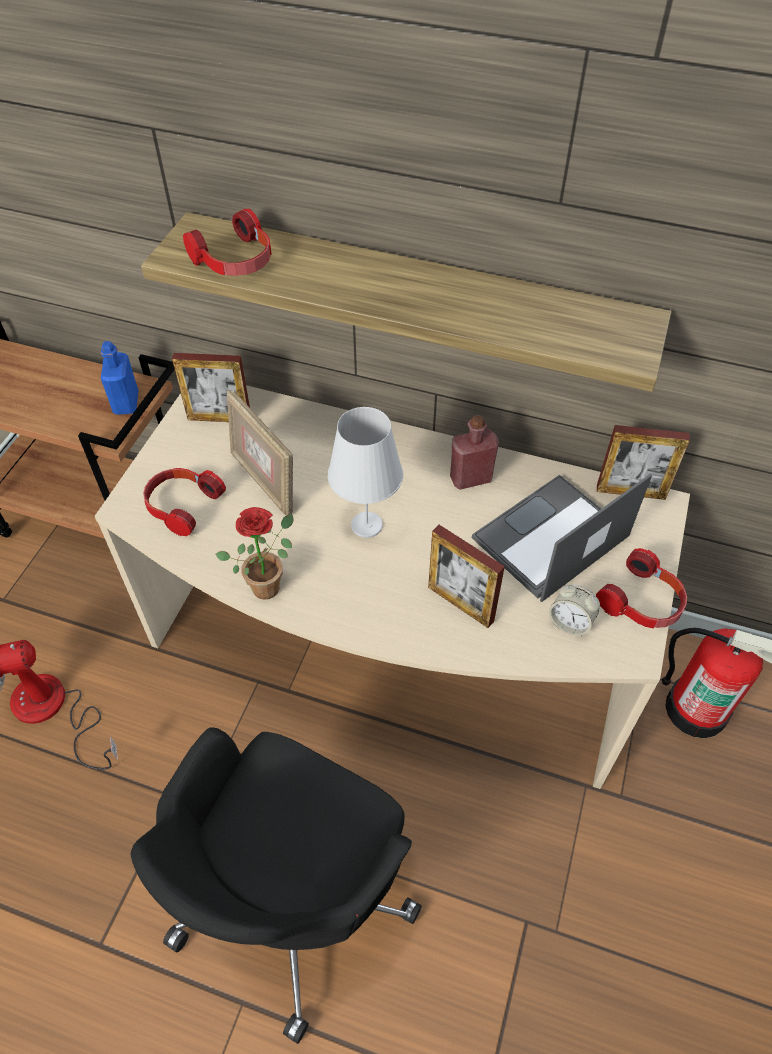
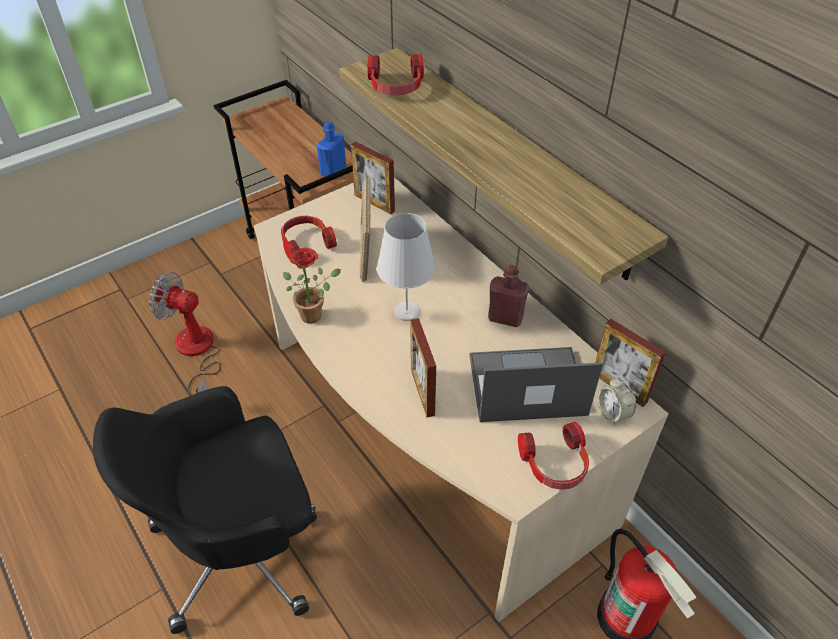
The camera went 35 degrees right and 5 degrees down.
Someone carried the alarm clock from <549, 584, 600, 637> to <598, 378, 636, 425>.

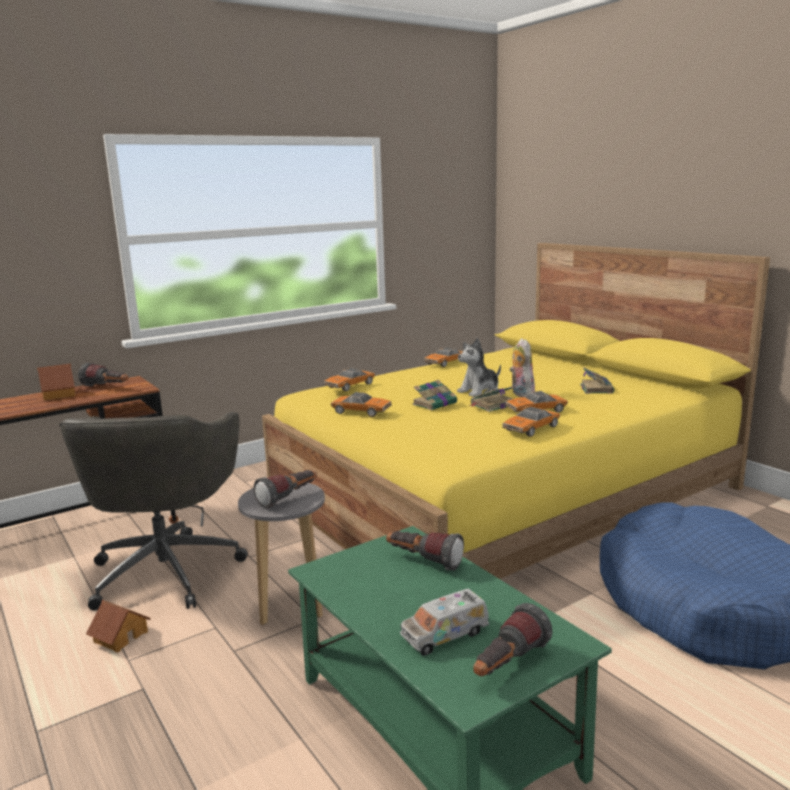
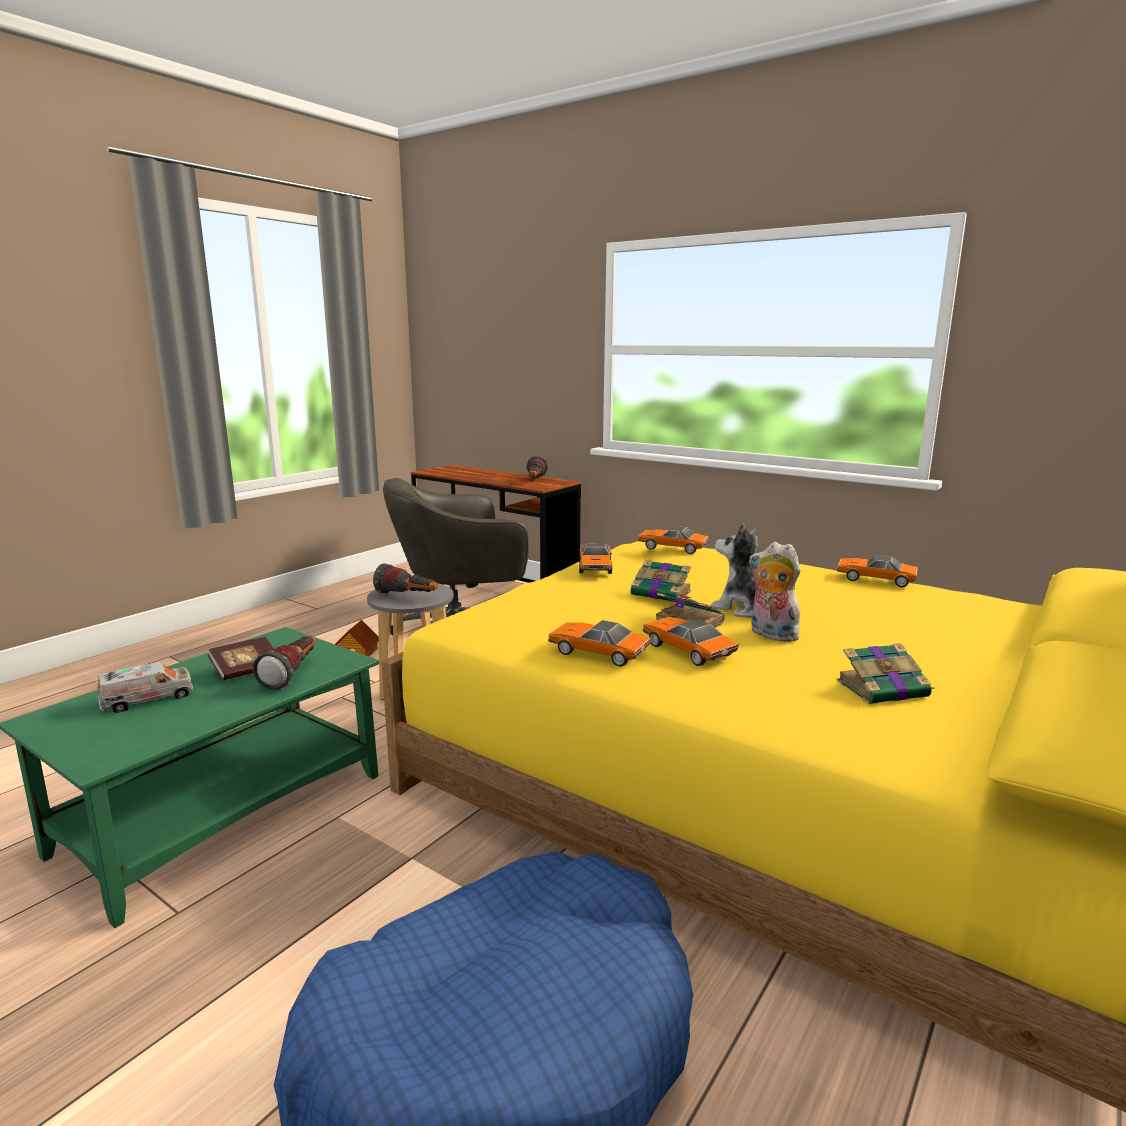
The camera went 70 degrees right and 0 degrees up.
Someone rotated the toy truck at <400, 589, 489, 656> by 105 degrees clockwise.
Someone put down the book at <208, 637, 274, 680>.
Someone rotated the plush toy at <510, 338, 535, 397> by 105 degrees counterclockwise.
Someone took away the toy house at <37, 363, 76, 400>.
Someone took away the flashlight at <474, 603, 553, 677>.

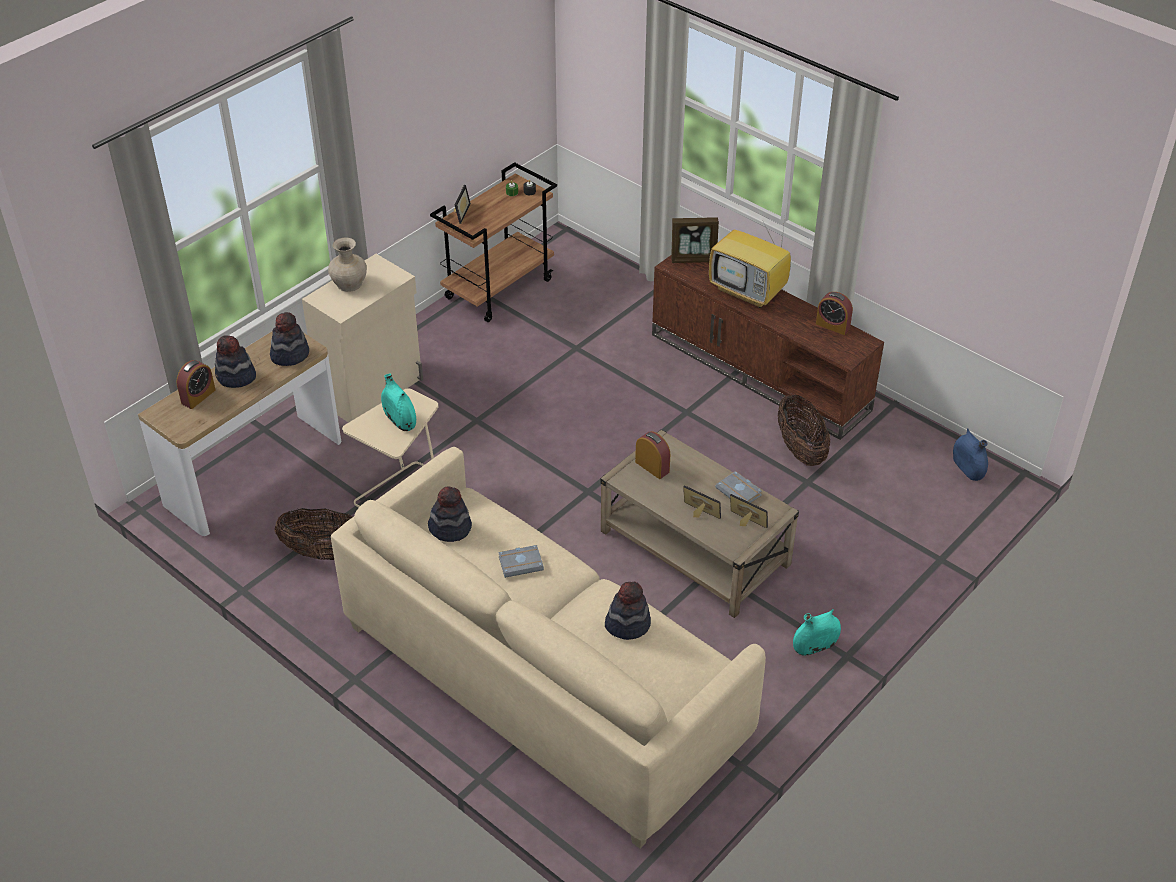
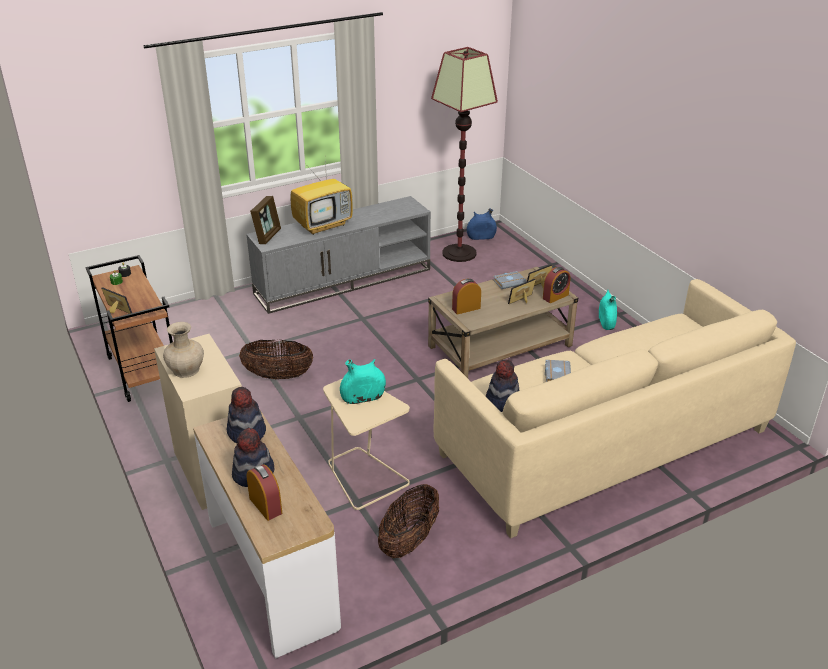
The camera went 70 degrees left and 10 degrees down.
Someone carried the basket from <777, 395, 830, 466> to <239, 339, 313, 379>.
Someone repainted the tv stand (brown) at <652, 255, 884, 440>, which became the tv stand (grey) at <246, 196, 431, 314>.
Someone put down the floor lamp at <431, 47, 498, 262>.
Someone carried the alarm clock from <816, 292, 853, 335> to <543, 267, 570, 303>.
Someone took away the hat at <605, 582, 651, 640>.

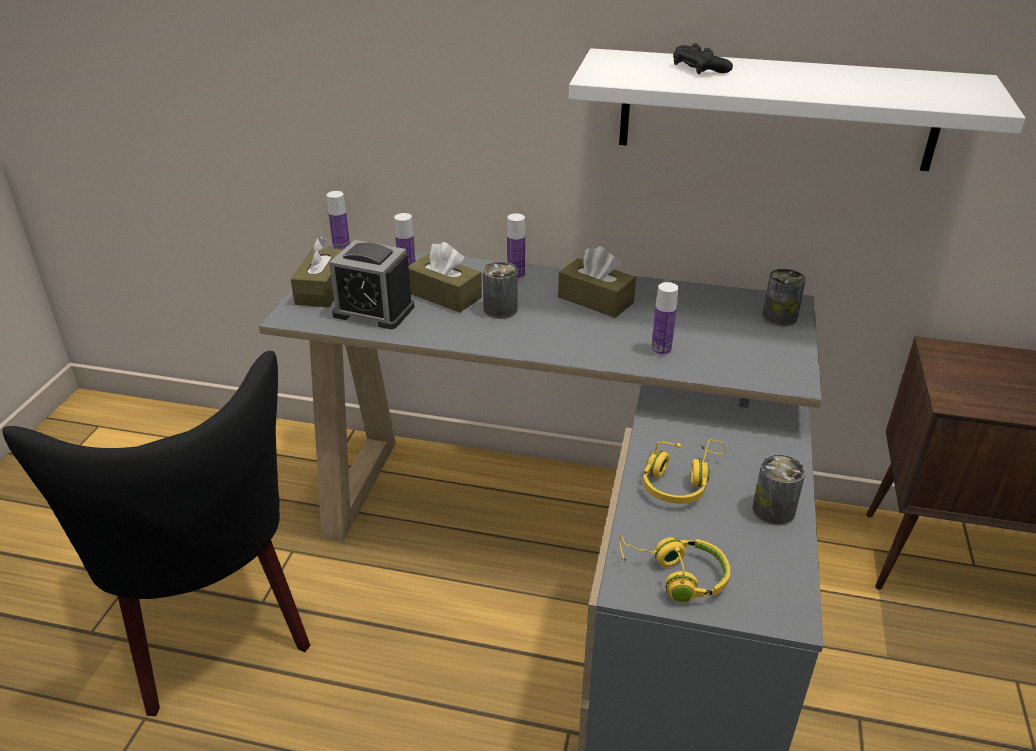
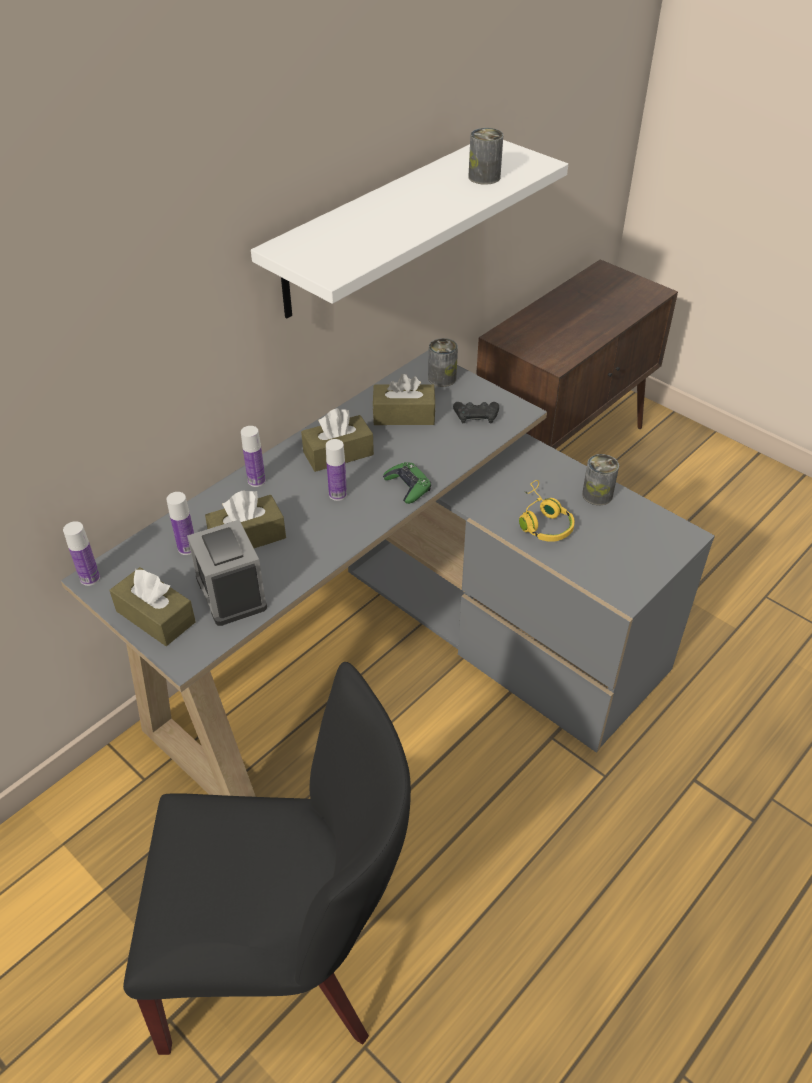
The camera went 60 degrees left and 10 degrees up.
Someone rotated the alarm clock at <329, 240, 415, 329> by 105 degrees clockwise.
Someone carried the bottle from <651, 282, 678, 356> to <326, 439, 347, 501>.
Someone put down the tissue box (brown) at <373, 374, 436, 425>.
Someone put down the game controller (green) at <383, 462, 431, 504>.
Someone carried the game controller (black) from <673, 43, 733, 74> to <453, 402, 499, 424>.
Someone carried the can from <483, 262, 518, 319> to <468, 128, 503, 185>.
Someone took away the headphones (yellow) at <619, 535, 730, 603>.

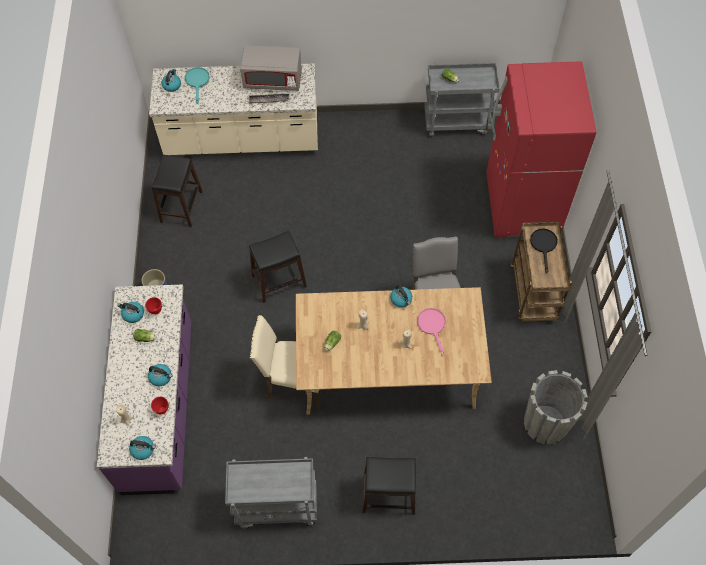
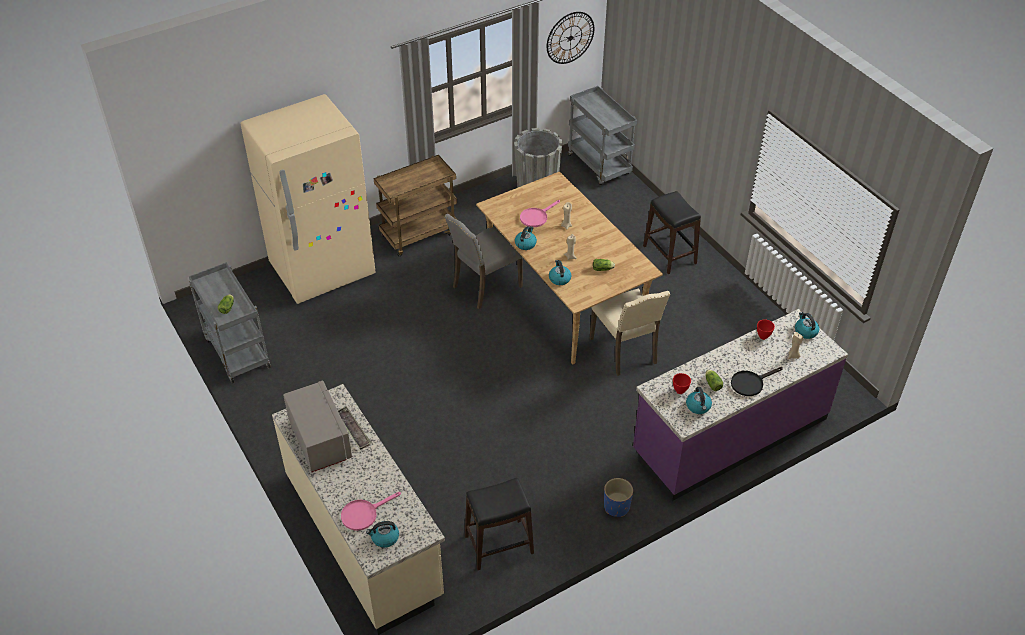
The camera went 120 degrees left and 15 degrees down.
Someone repainted the fridge (red) at <486, 61, 596, 237>, which became the fridge (beige) at <241, 94, 376, 304>.
Someone repainted the frying pan (turquoise) at <185, 67, 210, 104>, which became the frying pan (pink) at <341, 492, 401, 531>.
Someone put up the wall clock at <547, 12, 594, 64>.
Someone carried the kettle from <148, 364, 172, 386> to <549, 260, 571, 285>.
Someone carried the cart (grey) from <225, 457, 317, 529> to <568, 86, 637, 185>.
Someone carried the frying pan (black) from <530, 228, 558, 273> to <731, 367, 783, 396>.
Someone took away the stool (black) at <249, 231, 307, 303>.

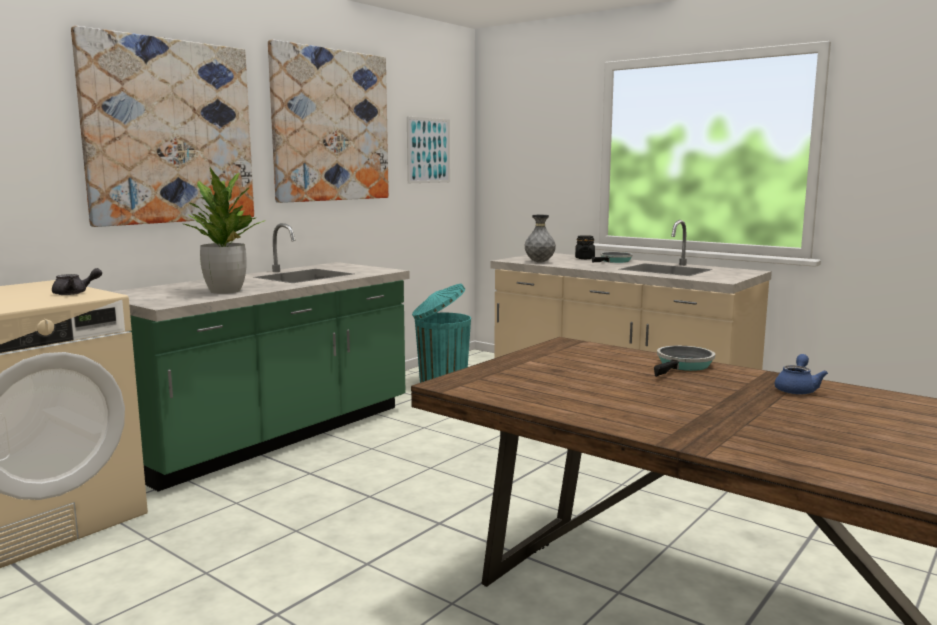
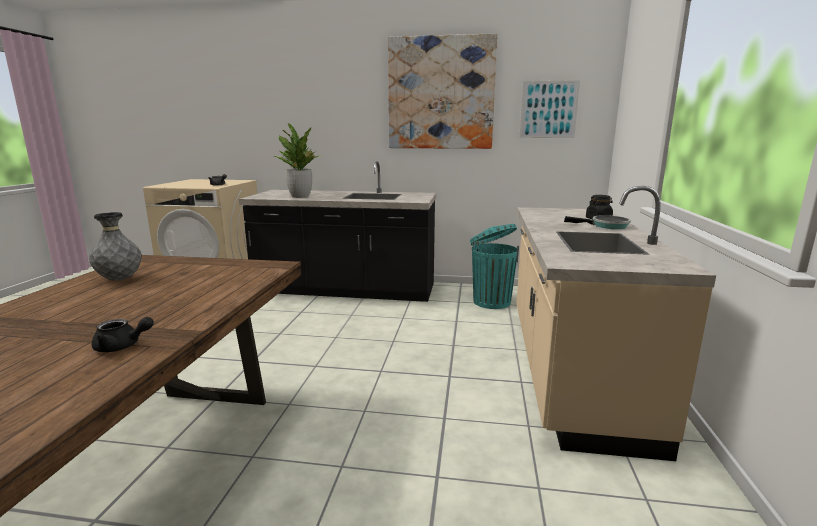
The camera went 60 degrees right and 5 degrees up.
Someone carried the vase (grey) from <525, 215, 556, 263> to <89, 212, 142, 281>.
Someone repainted the teapot (blue) at <775, 354, 828, 395>, which became the teapot (black) at <92, 317, 154, 352>.
Someone repainted the counter (green) at <112, 223, 409, 492>, which became the counter (black) at <239, 161, 436, 302>.
Someone took away the picture at <71, 26, 254, 227>.
Someone took away the frying pan at <654, 346, 715, 377>.

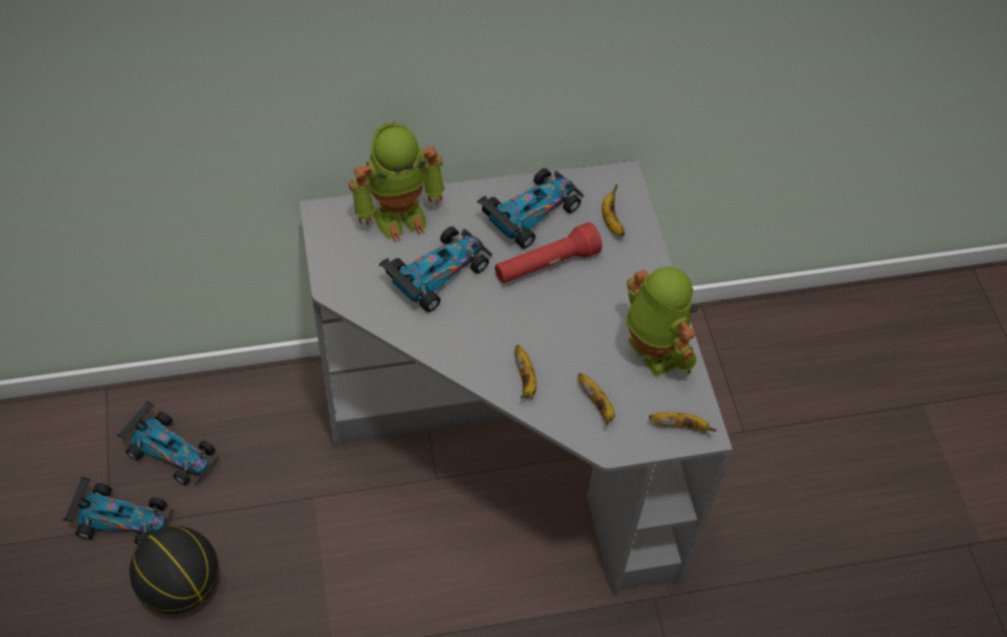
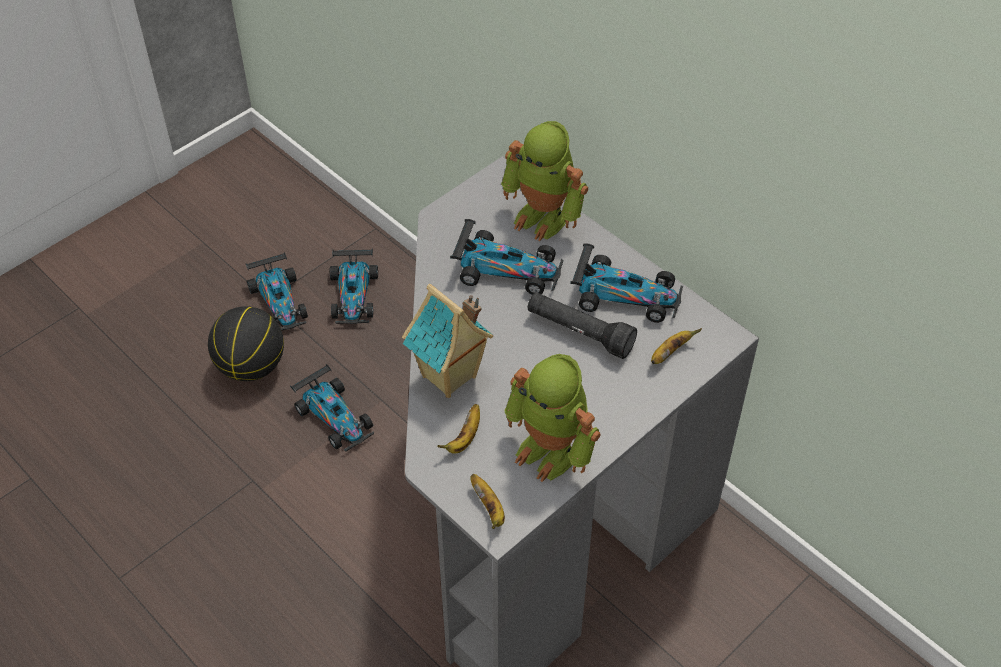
The camera went 60 degrees right and 5 degrees down.
Someone put down the toy car at <290, 364, 375, 451>.
Someone swapped the banana at <515, 345, 537, 399> for the toy house at <402, 284, 493, 398>.
Someone rotated the toy robot at <626, 267, 698, 377> by 105 degrees clockwise.
Someone repainted the flashlight (red) at <495, 222, 602, 283>, which became the flashlight (black) at <528, 292, 637, 359>.

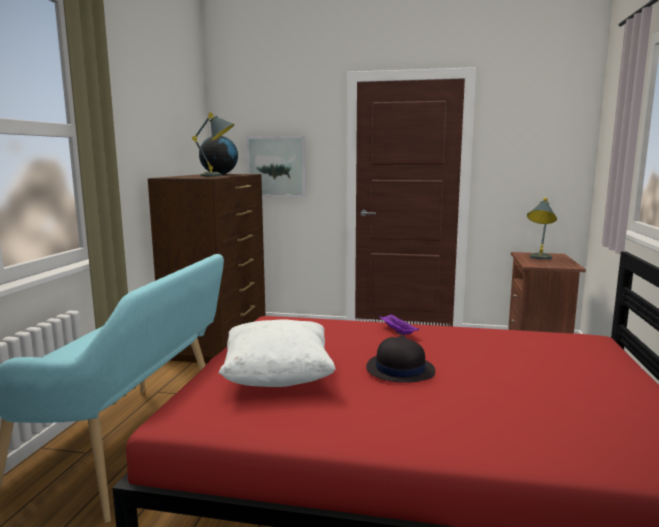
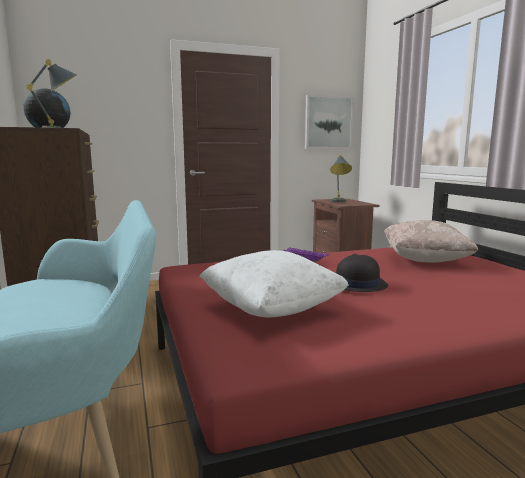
The camera went 30 degrees left and 0 degrees up.
Someone carried the picture from <246, 136, 306, 198> to <305, 95, 354, 149>.
Someone put down the pillow (beige) at <384, 220, 478, 263>.

